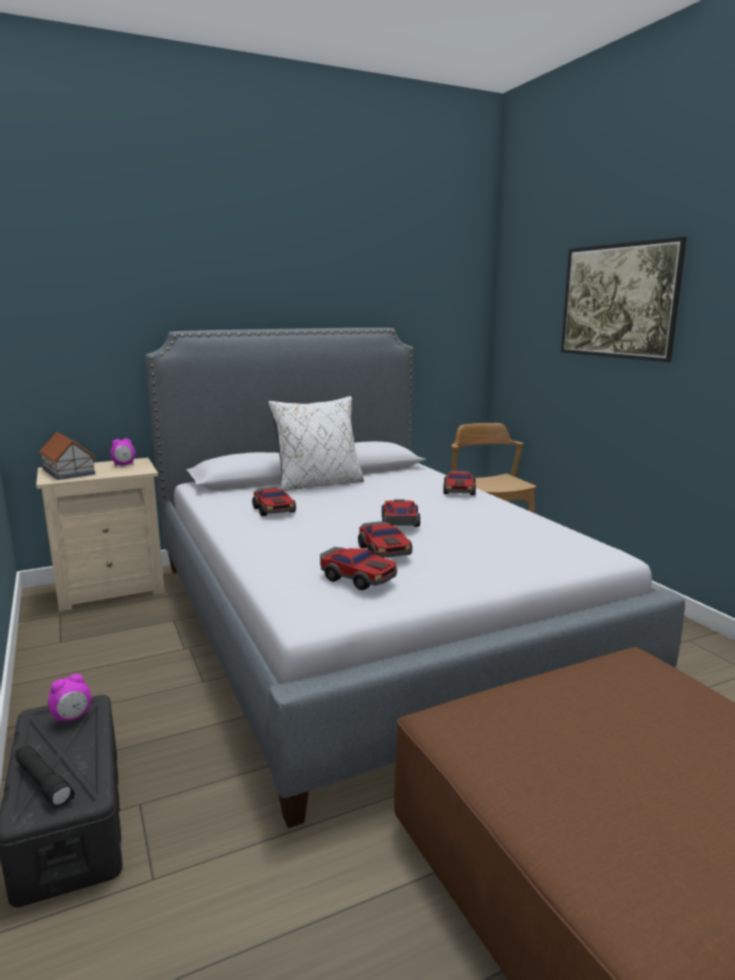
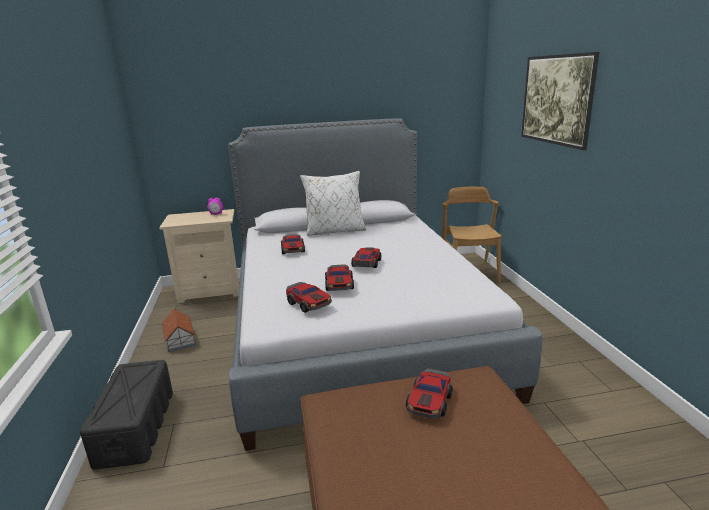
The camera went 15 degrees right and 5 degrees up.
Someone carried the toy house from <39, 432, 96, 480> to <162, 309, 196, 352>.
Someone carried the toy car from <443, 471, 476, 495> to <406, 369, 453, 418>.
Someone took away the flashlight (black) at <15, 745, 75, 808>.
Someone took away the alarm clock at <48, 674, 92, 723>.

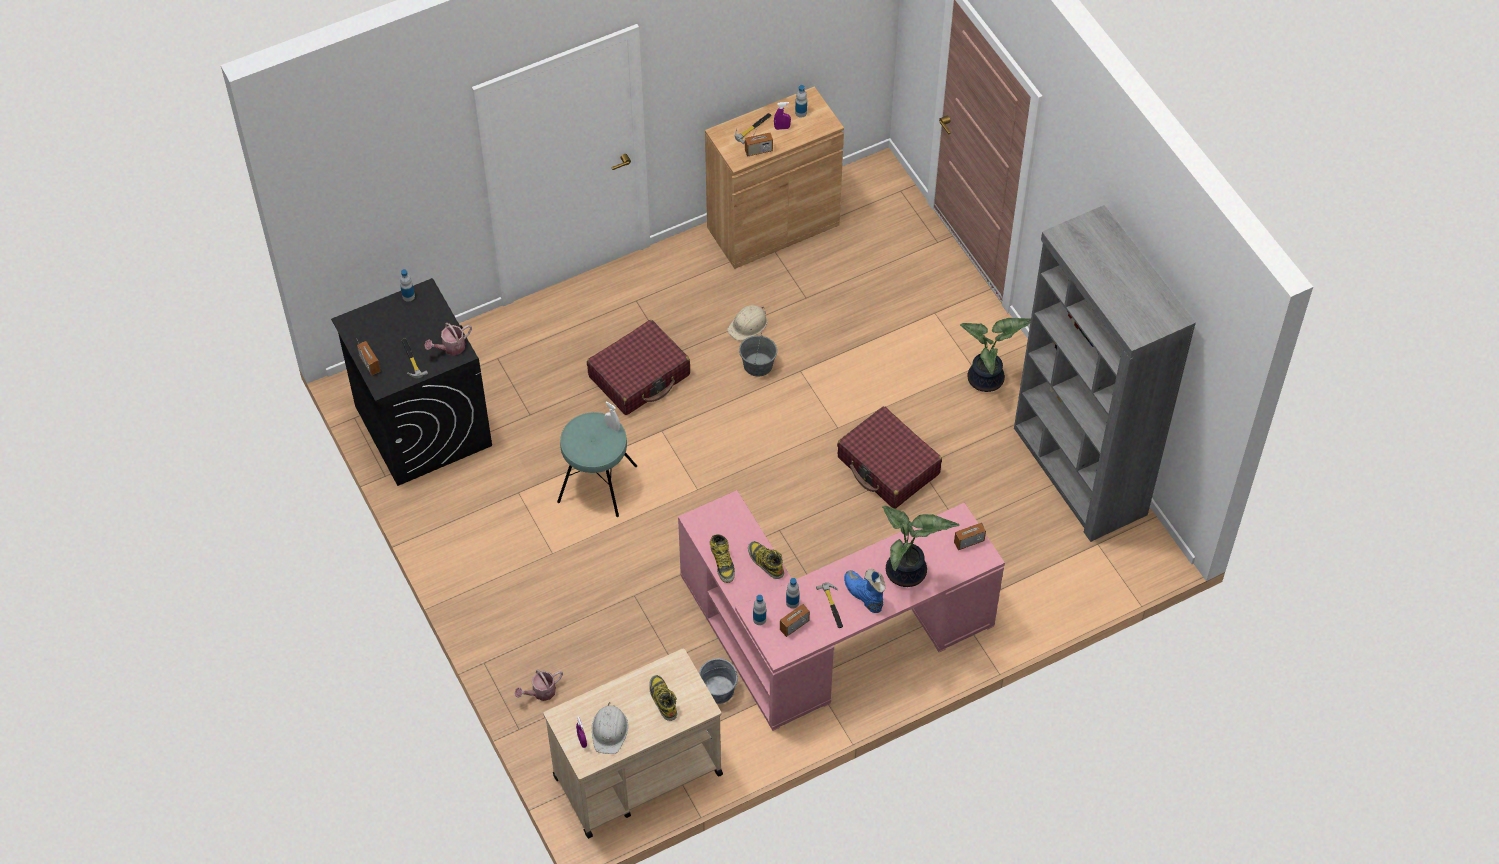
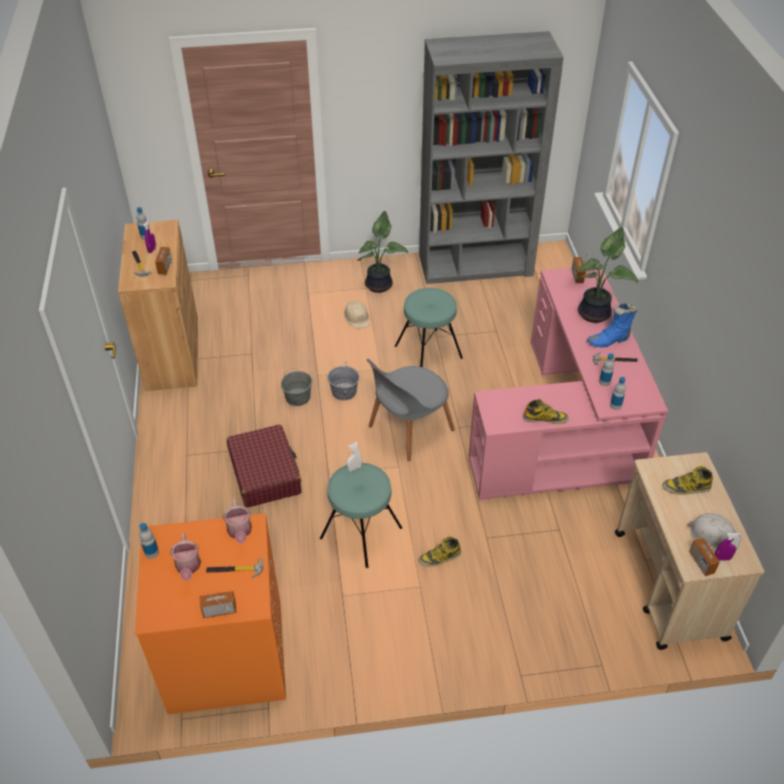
The camera went 70 degrees left and 10 degrees down.
Someone repainted the washing machine (black) at <331, 278, 492, 486>, which became the washing machine (orange) at <135, 513, 286, 714>.
Someone carried the watering can from <515, 669, 563, 701> to <170, 533, 201, 581>.
Someone carried the bucket (grey) from <699, 658, 738, 704> to <327, 362, 360, 400>.
Someone carried the hard hat (beige) from <727, 305, 767, 341> to <344, 301, 370, 329>.
Someone put down the chair (grey) at <366, 359, 455, 461>.
Someone swapped the suitcase (red) at <837, 406, 942, 509> for the stool (turquoise) at <395, 288, 463, 367>.
Someone carried the boot from <748, 541, 784, 579> to <418, 536, 461, 567>.
Someone carried the radio from <780, 604, 810, 637> to <689, 538, 722, 576>.

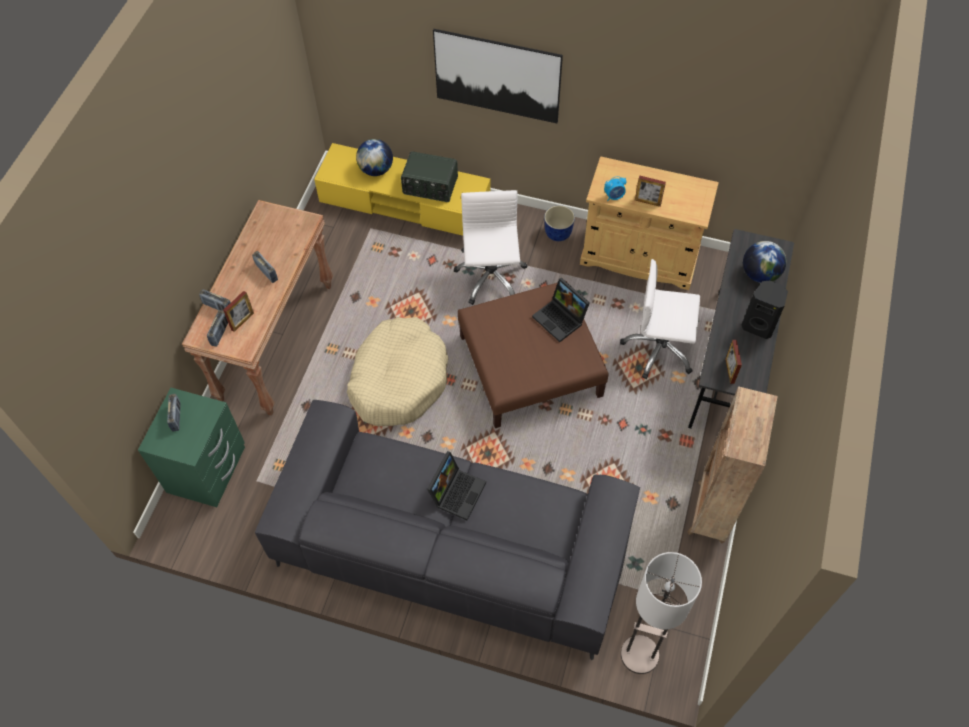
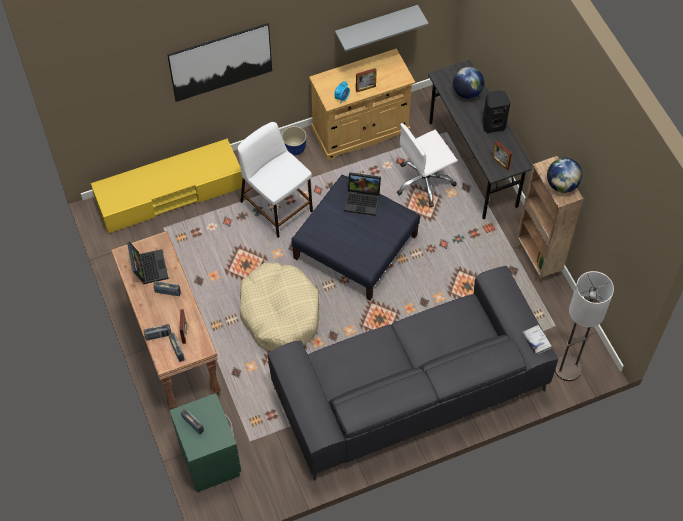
The camera went 40 degrees left and 0 degrees up.
Someone carried the laptop from <427, 451, 486, 520> to <127, 242, 169, 284>.
Someone swapped the office chair (white) at <453, 190, 527, 305> for the stool (white) at <238, 122, 313, 238>.
Someone repainted the ottoman (brown) at <458, 281, 608, 428>, which became the ottoman (blue) at <291, 175, 420, 301>.
Someone put up the shelf (grey) at <335, 5, 429, 52>.
Someone put down the book (white) at <522, 325, 552, 355>.
Someone carried the globe from <356, 139, 393, 176> to <547, 158, 582, 193>.
Someone took away the radio at <401, 151, 458, 202>.

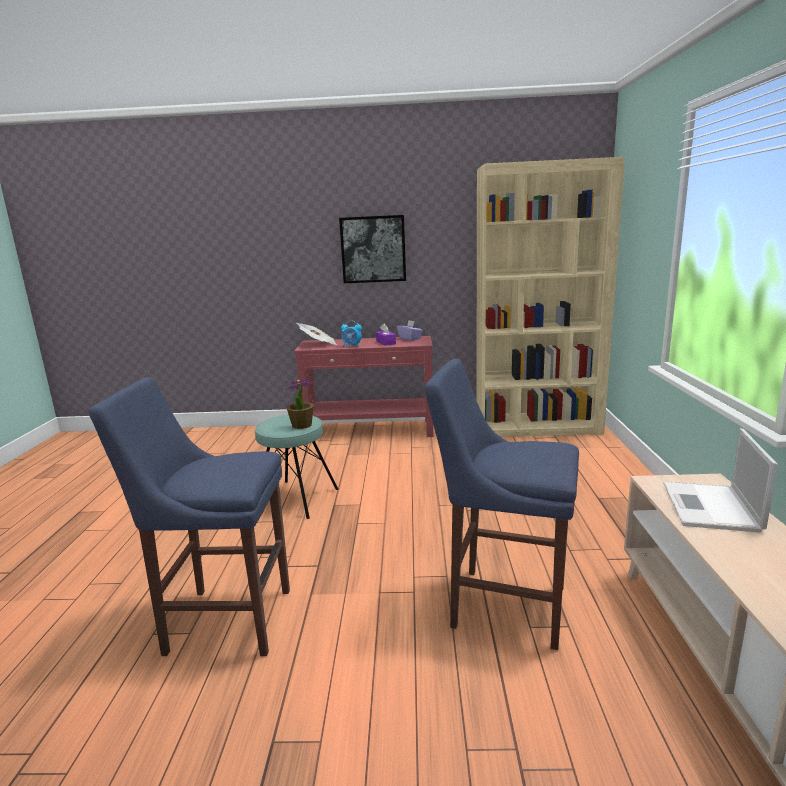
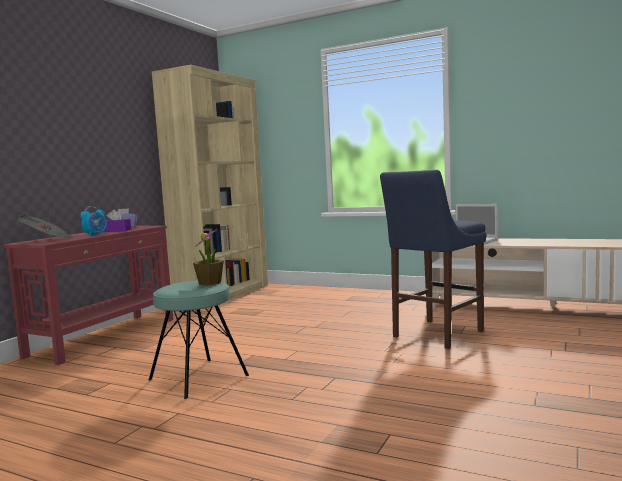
The camera went 65 degrees left and 10 degrees down.
Someone took away the stool (blue) at <89, 377, 290, 656>.
Someone took away the picture at <339, 215, 406, 283>.

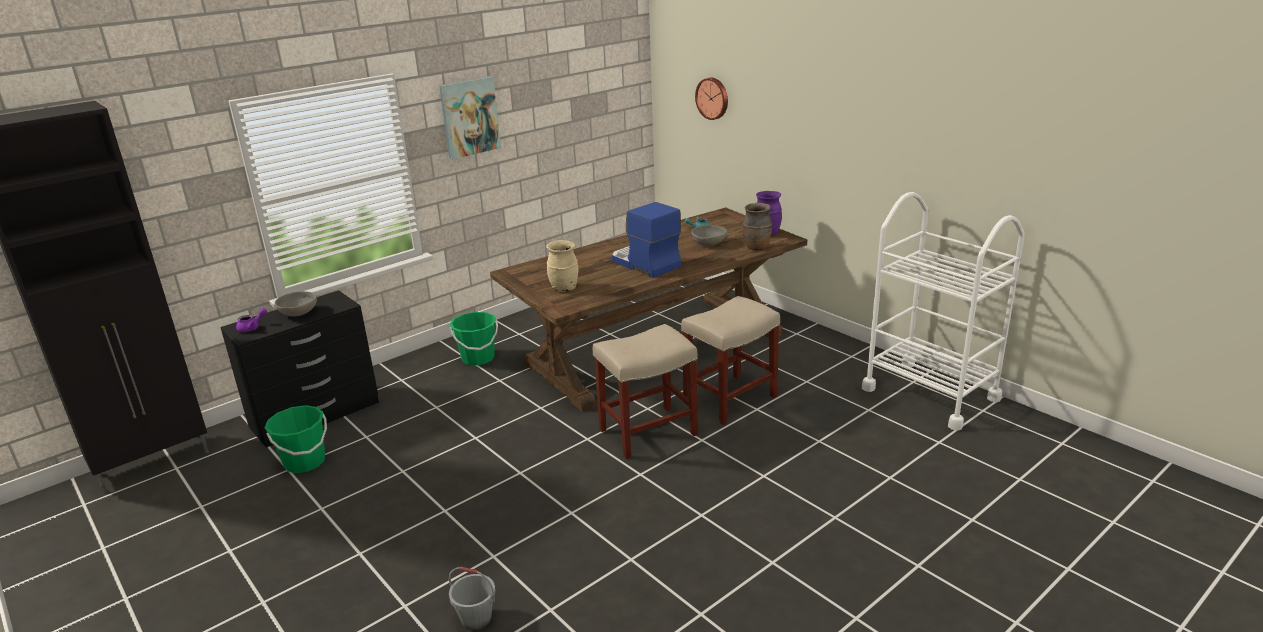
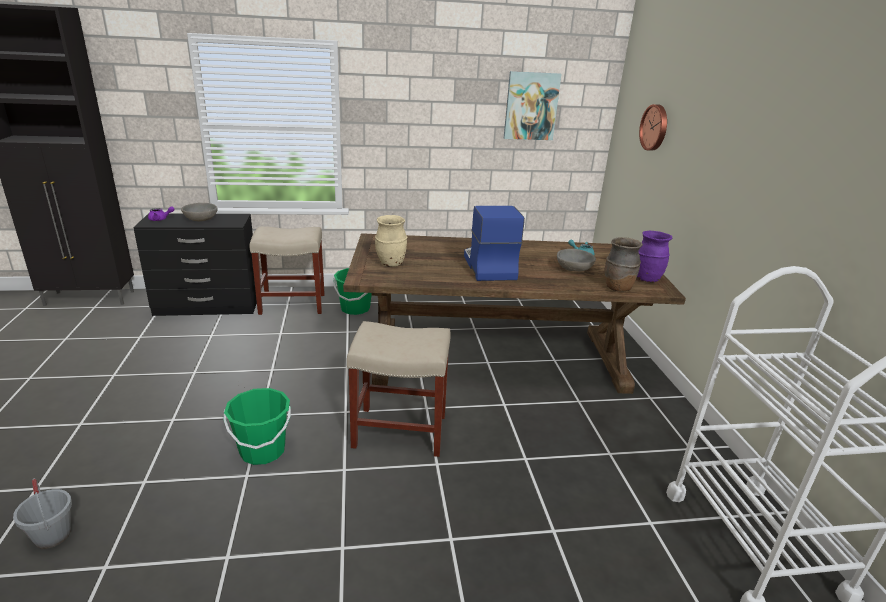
The camera went 30 degrees right and 0 degrees up.
Someone carried the bucket (green) from <265, 405, 327, 473> to <223, 388, 291, 465>.
Someone carried the stool (beige) from <681, 296, 780, 425> to <250, 226, 325, 315>.
Someone carried the picture from <439, 76, 501, 160> to <504, 71, 562, 140>.

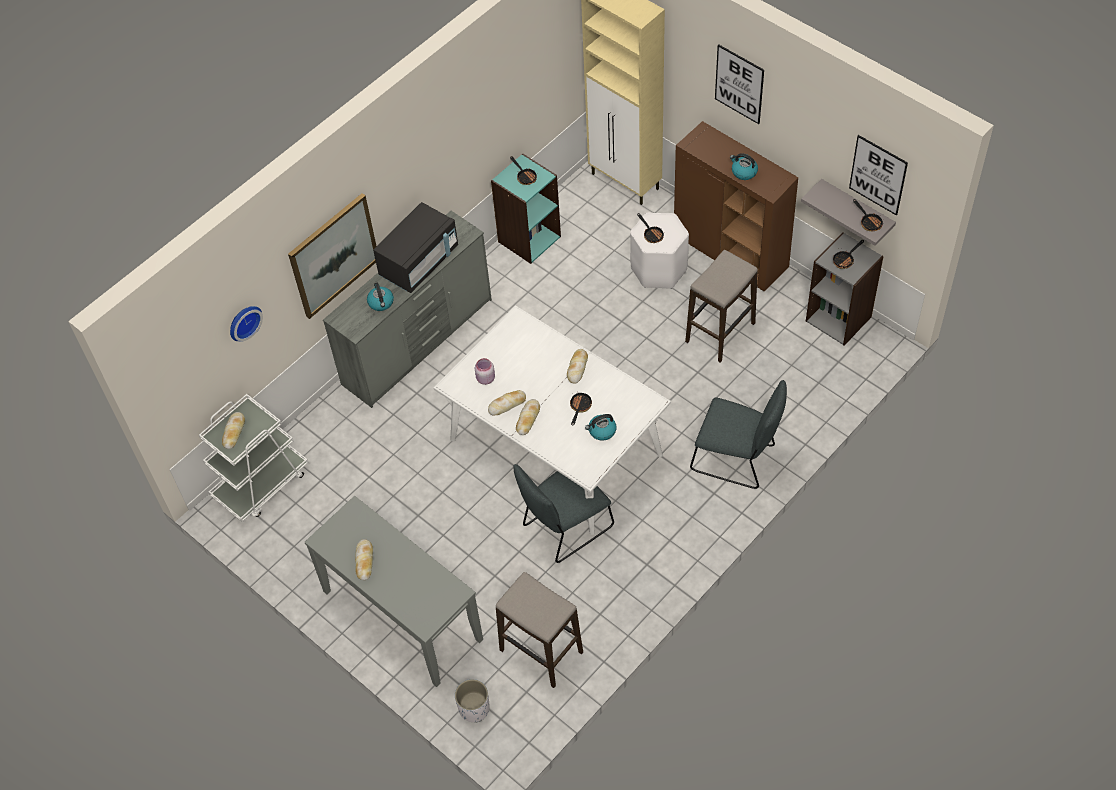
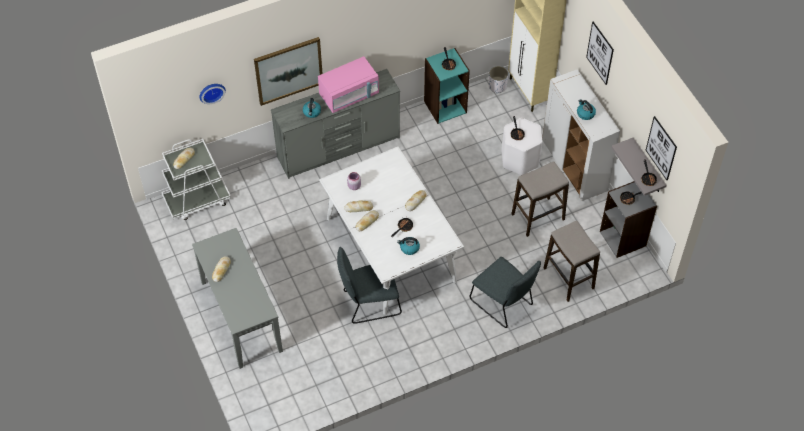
The camera went 20 degrees right and 0 degrees up.
Someone repainted the microwave (black) at <373, 202, 458, 293>, which became the microwave (pink) at <318, 56, 379, 113>.
Someone carried the planter (white) from <455, 679, 490, 722> to <489, 66, 508, 93>.
Someone repainted the cabinet (brown) at <674, 121, 798, 292>, which became the cabinet (white) at <542, 69, 620, 201>.
Someone carried the stool from <496, 572, 583, 688> to <543, 221, 600, 302>.

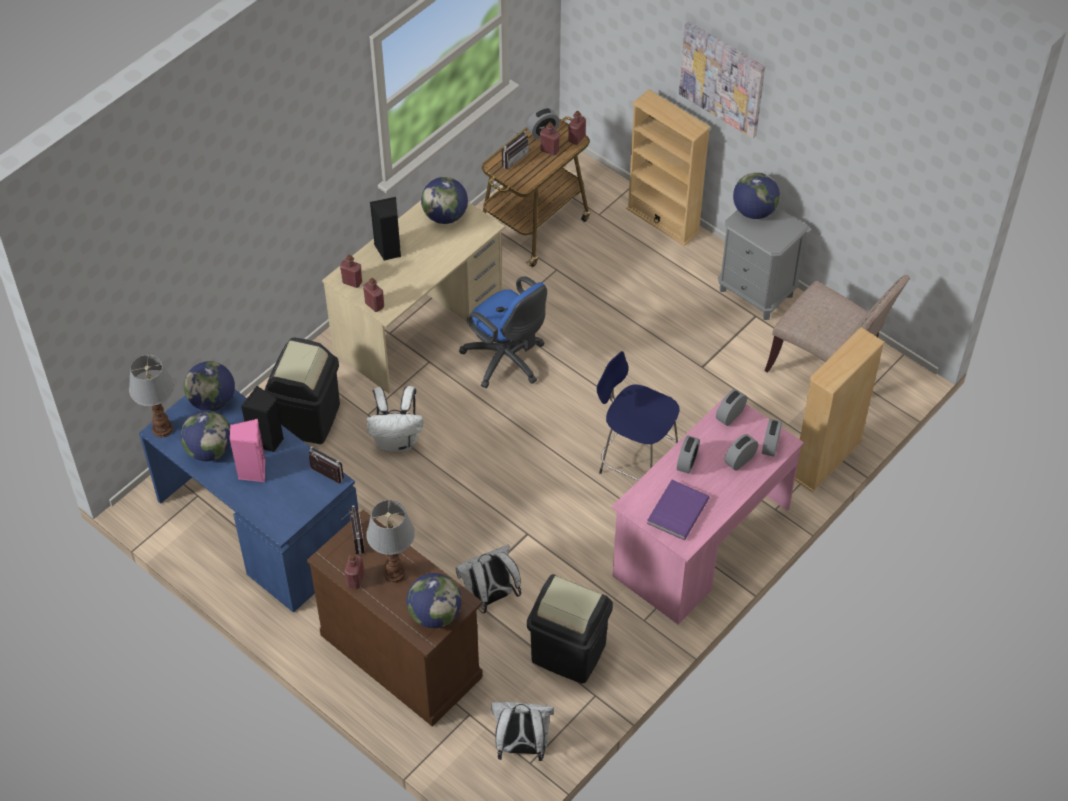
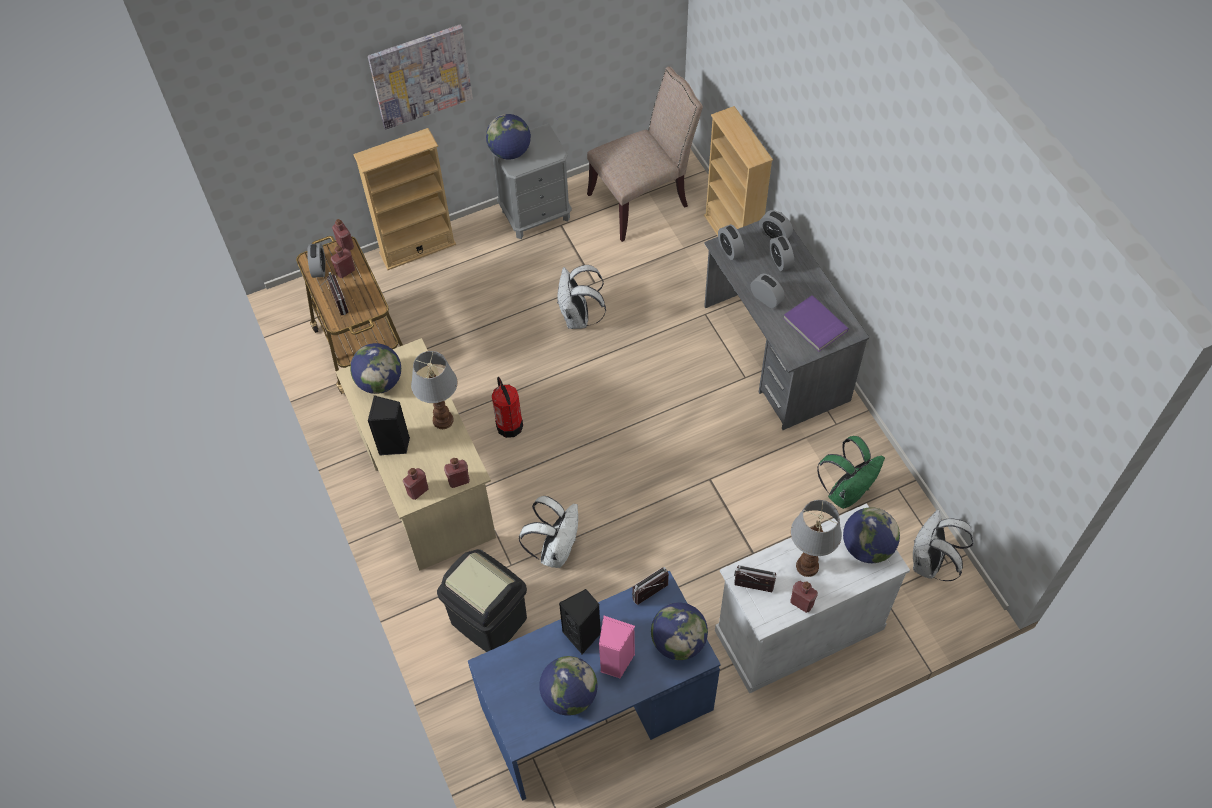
The camera went 65 degrees left and 5 degrees up.
Someone carried the table lamp from <129, 355, 175, 438> to <411, 351, 458, 429>.
Someone swapped the office chair (blue) at <459, 276, 547, 388> for the fire extinguisher at <492, 377, 523, 438>.
Someone carried the backpack (white) from <456, 544, 521, 613> to <557, 265, 606, 329>.
Someone carried the globe from <184, 361, 235, 411> to <651, 602, 708, 660>.
Someone repainted the desk (pink) at <612, 397, 804, 624>, which became the desk (grey) at <704, 212, 869, 430>.
Someone repainted the cabinet (brown) at <307, 510, 483, 727>, which became the cabinet (white) at <715, 503, 910, 693>.
Someone swapped the trash can (black) at <527, 574, 613, 683> for the backpack (green) at <817, 436, 885, 509>.
Someone took away the stool (blue) at <597, 351, 679, 481>.

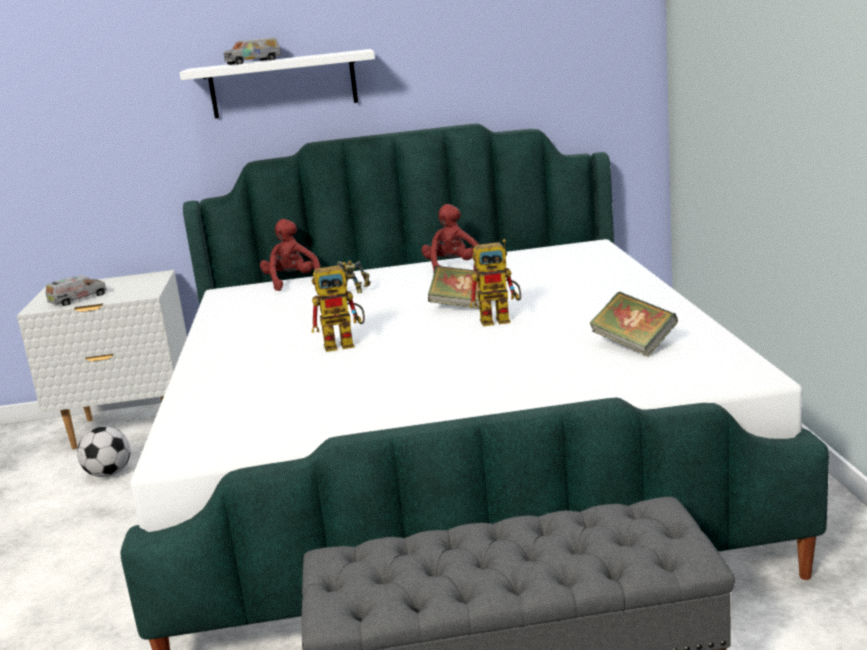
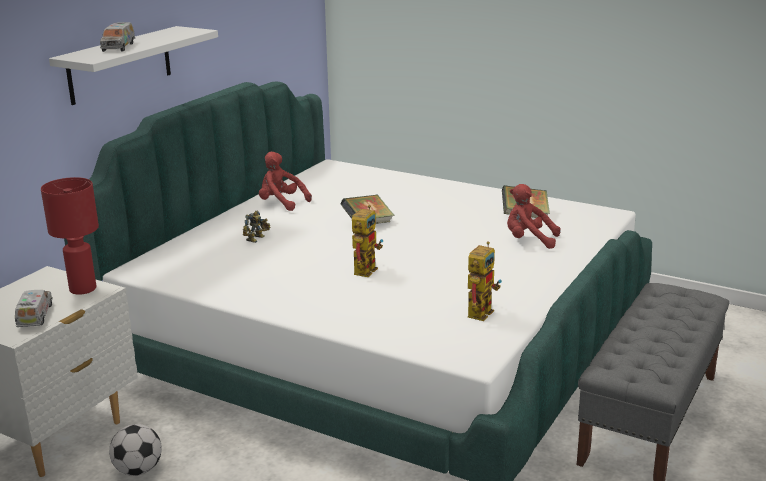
The camera went 55 degrees left and 5 degrees up.
Someone put down the table lamp (red) at <41, 177, 99, 295>.
Someone carried the toy robot from <470, 239, 521, 326> to <468, 241, 502, 321>.
Someone carried the plush toy (red) from <260, 219, 320, 291> to <507, 184, 561, 249>.

